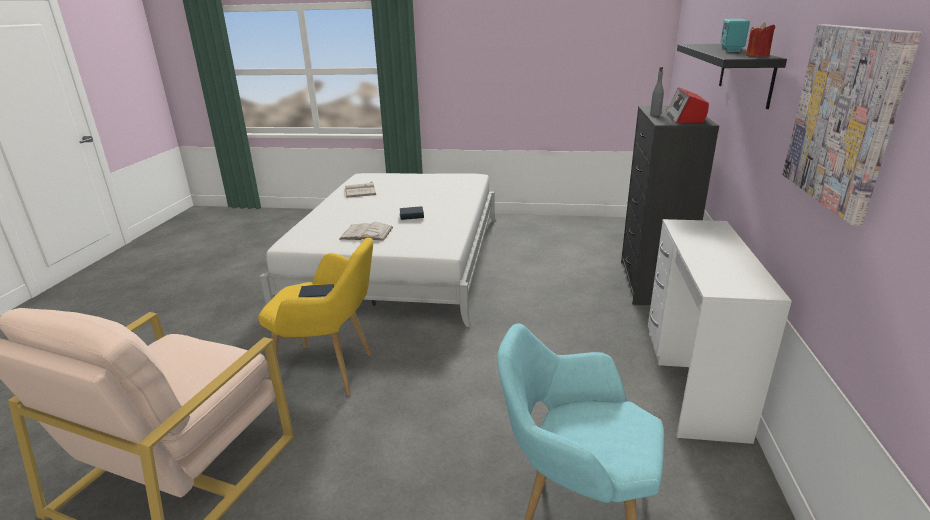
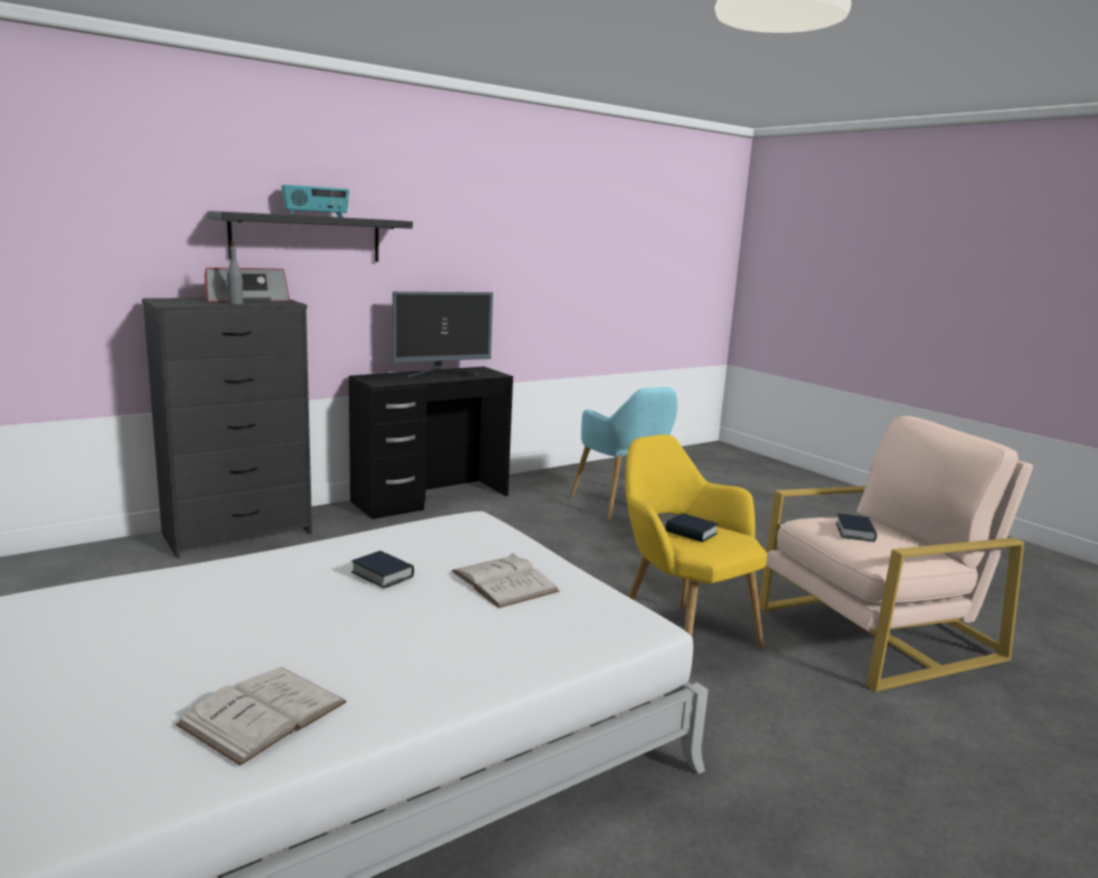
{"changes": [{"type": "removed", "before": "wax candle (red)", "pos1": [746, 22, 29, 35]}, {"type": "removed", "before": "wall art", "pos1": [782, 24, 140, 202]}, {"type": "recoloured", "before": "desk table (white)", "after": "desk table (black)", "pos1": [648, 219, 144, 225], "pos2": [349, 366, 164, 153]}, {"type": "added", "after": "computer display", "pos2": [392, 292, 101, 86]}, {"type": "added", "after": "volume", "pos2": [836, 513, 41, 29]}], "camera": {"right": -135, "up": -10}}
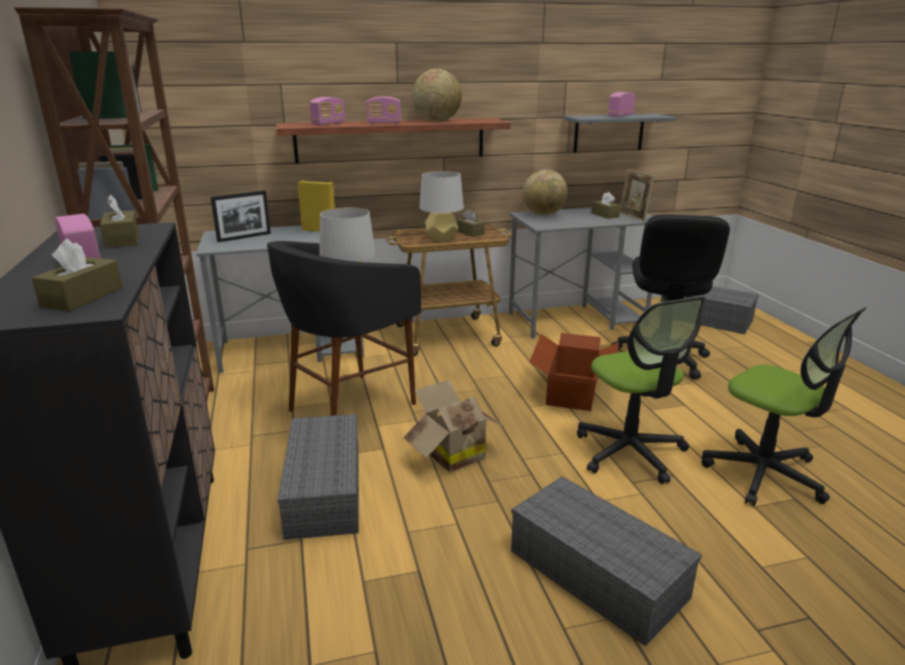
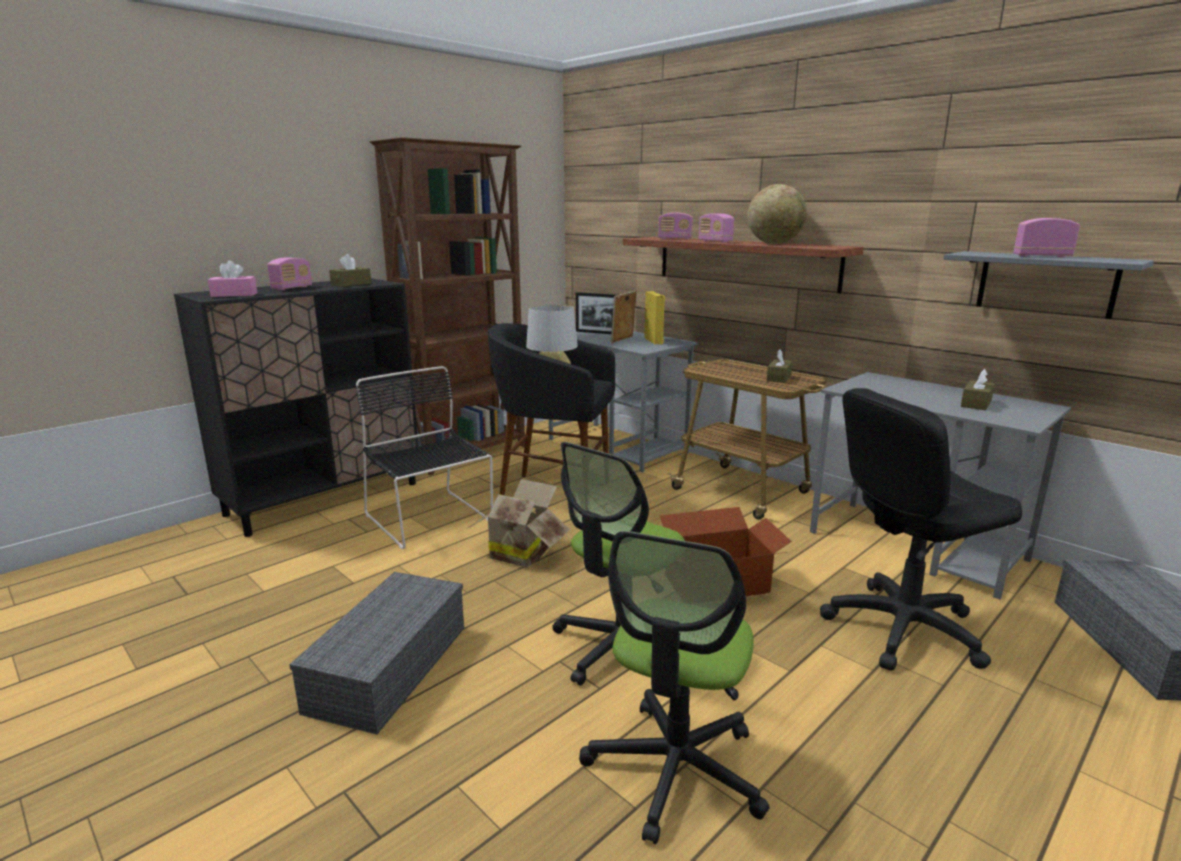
{"changes": [{"type": "removed", "before": "globe", "pos1": [523, 169, 45, 46]}, {"type": "moved", "before": "standing frame", "pos1": [620, 169, 34, 52], "pos2": [611, 291, 26, 52]}, {"type": "removed", "before": "lamp for a table (greyish)", "pos1": [419, 171, 45, 71]}, {"type": "recoloured", "before": "tissue box (brownish)", "after": "tissue box (pink)", "pos1": [32, 239, 91, 72], "pos2": [208, 261, 49, 36]}, {"type": "replaced", "before": "storage container (greyish)", "after": "upright chair (black)", "pos1": [278, 414, 81, 126], "pos2": [356, 366, 137, 183]}], "camera": {"right": 60, "up": -5}}
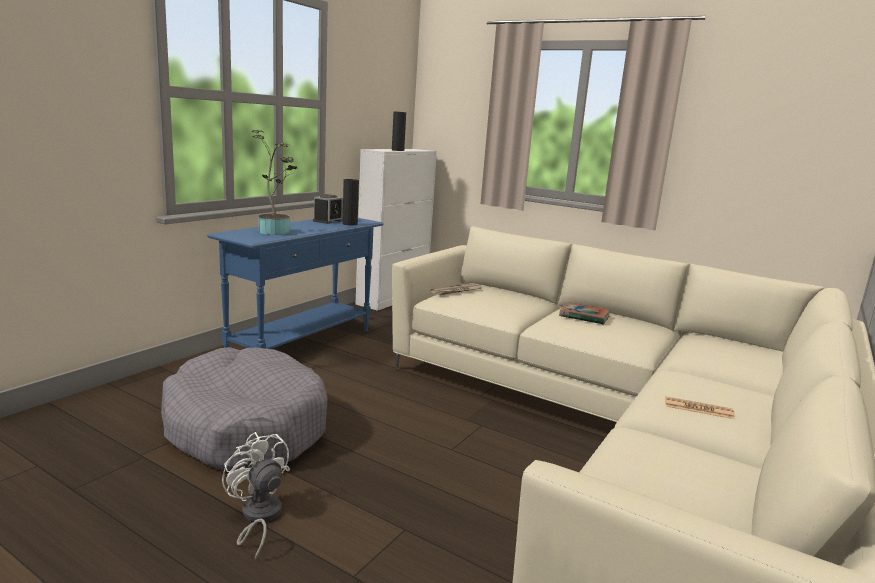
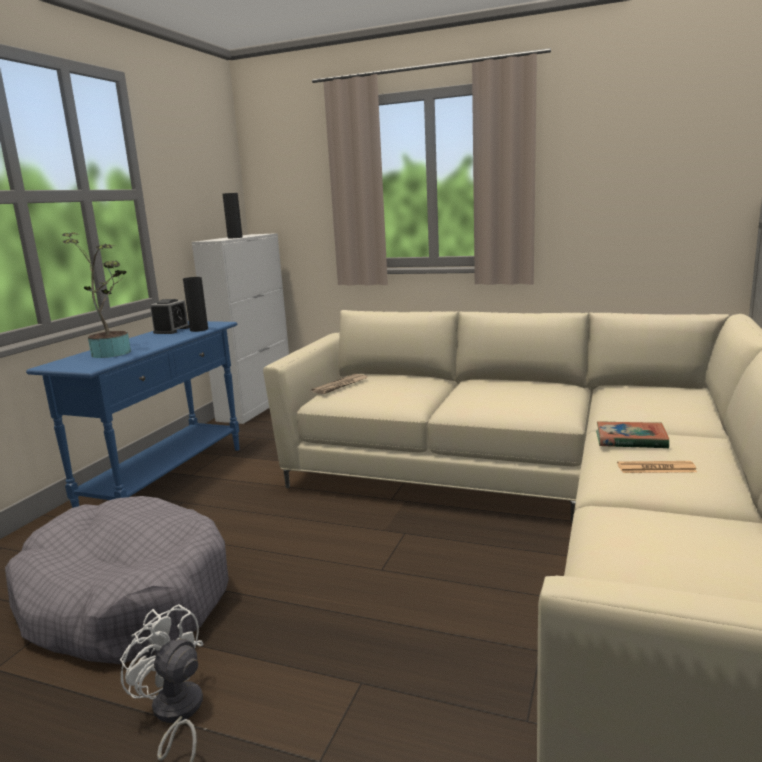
{"changes": [{"type": "moved", "before": "volume", "pos1": [559, 302, 51, 22], "pos2": [596, 421, 73, 28]}], "camera": {"right": -10, "up": 0}}
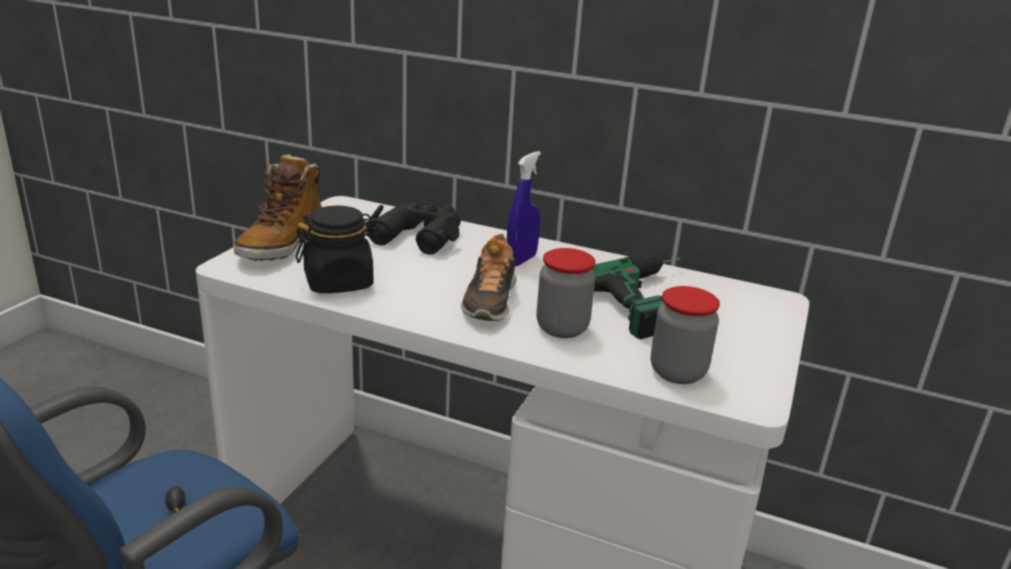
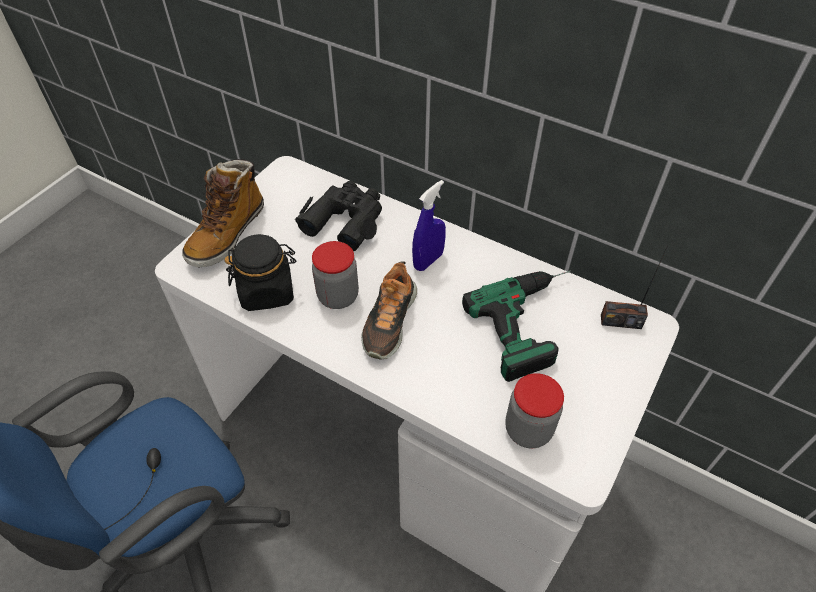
{"changes": [{"type": "moved", "before": "storage jar", "pos1": [536, 248, 60, 90], "pos2": [312, 241, 47, 68]}, {"type": "added", "after": "radio set", "pos2": [601, 247, 66, 82]}], "camera": {"right": 10, "up": 25}}
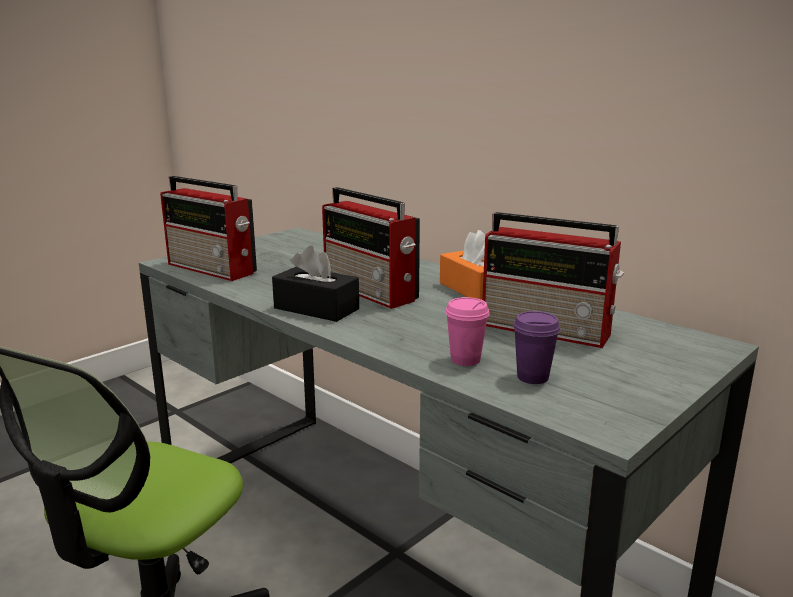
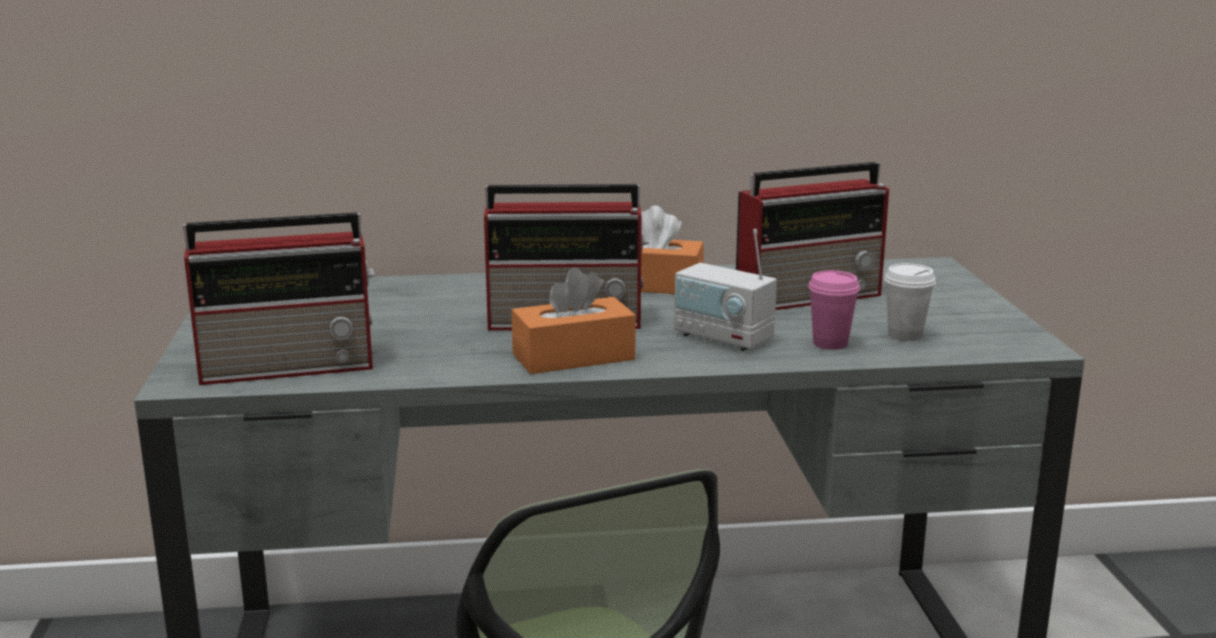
{"changes": [{"type": "recoloured", "before": "tissue box (black)", "after": "tissue box (orangey)", "pos1": [272, 246, 87, 76], "pos2": [512, 267, 124, 107]}, {"type": "recoloured", "before": "cup (purplish)", "after": "cup (white)", "pos1": [513, 311, 47, 73], "pos2": [884, 263, 52, 78]}, {"type": "added", "after": "radio set", "pos2": [674, 229, 103, 122]}], "camera": {"right": -50, "up": 0}}
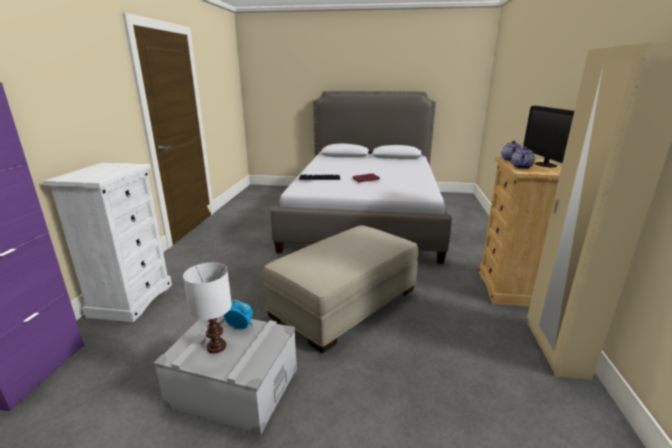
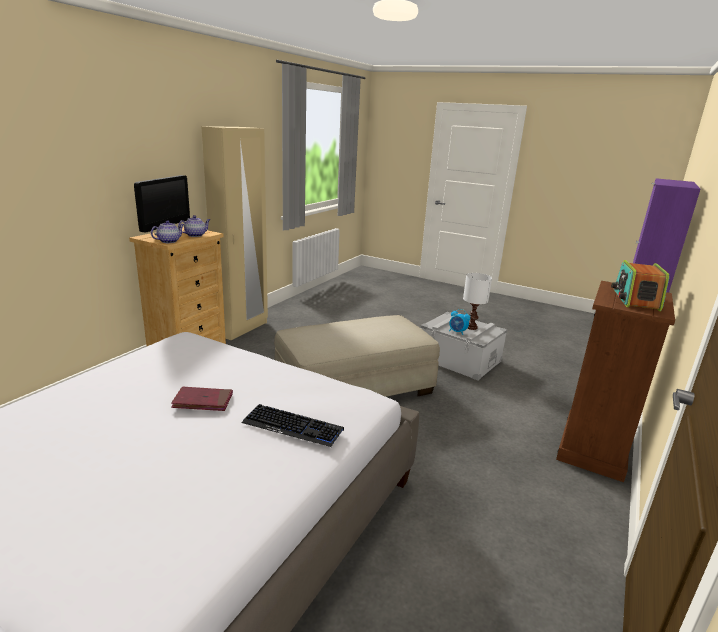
{"changes": [{"type": "recoloured", "before": "chest of drawers (white)", "after": "chest of drawers (brownish)", "pos1": [43, 162, 129, 160], "pos2": [556, 281, 119, 201]}, {"type": "added", "after": "radio set", "pos2": [611, 260, 58, 51]}], "camera": {"right": -160, "up": 0}}
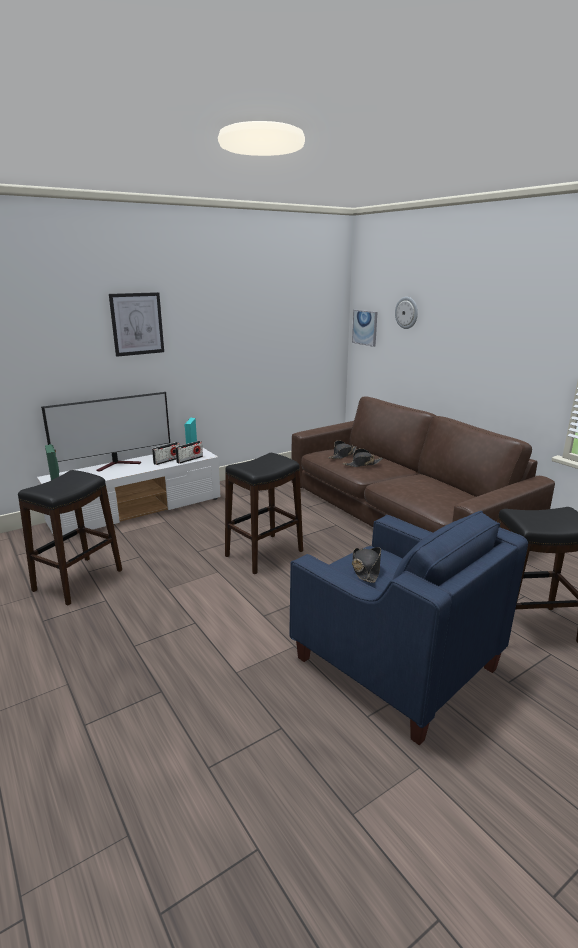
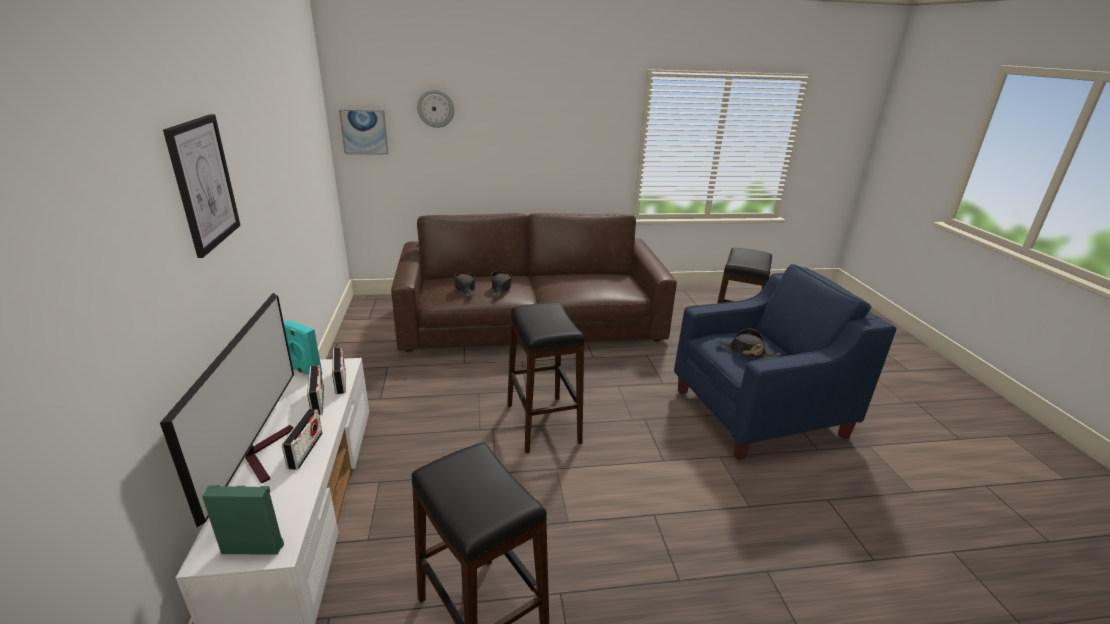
{"changes": [{"type": "added", "after": "radio set", "pos2": [282, 409, 41, 61]}], "camera": {"right": -65, "up": 5}}
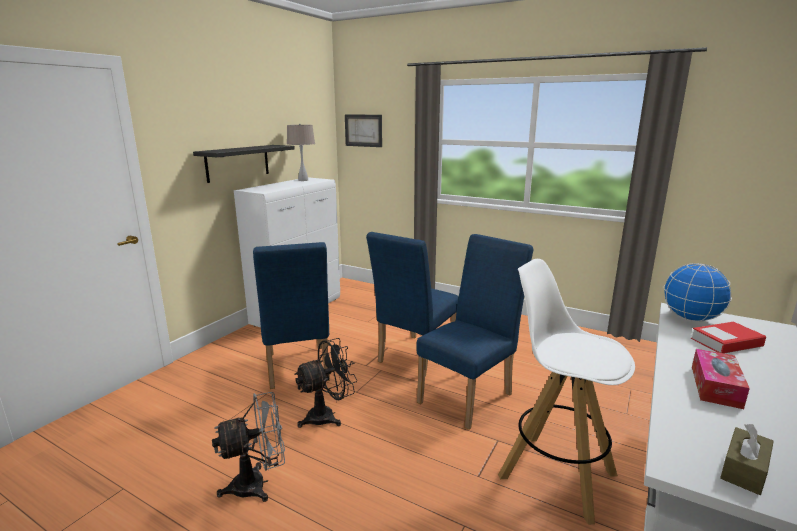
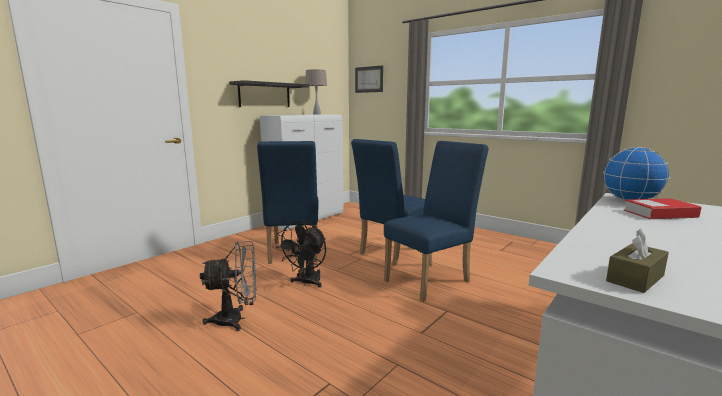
{"changes": [{"type": "removed", "before": "stool seat (white)", "pos1": [498, 259, 137, 266]}, {"type": "turned", "before": "fan (black)", "pos1": [295, 338, 63, 90], "pos2": [276, 221, 50, 67], "turn": 135}, {"type": "removed", "before": "tissue box", "pos1": [692, 349, 58, 60]}], "camera": {"right": 10, "up": -5}}
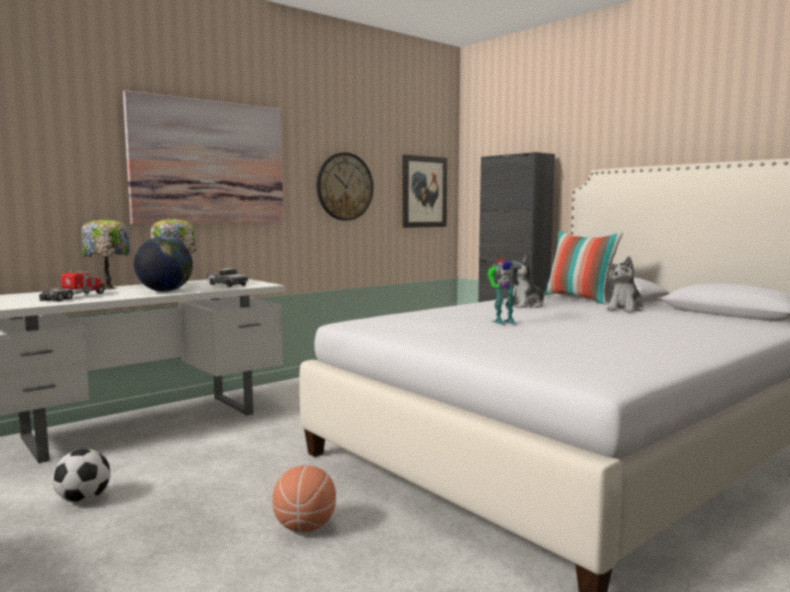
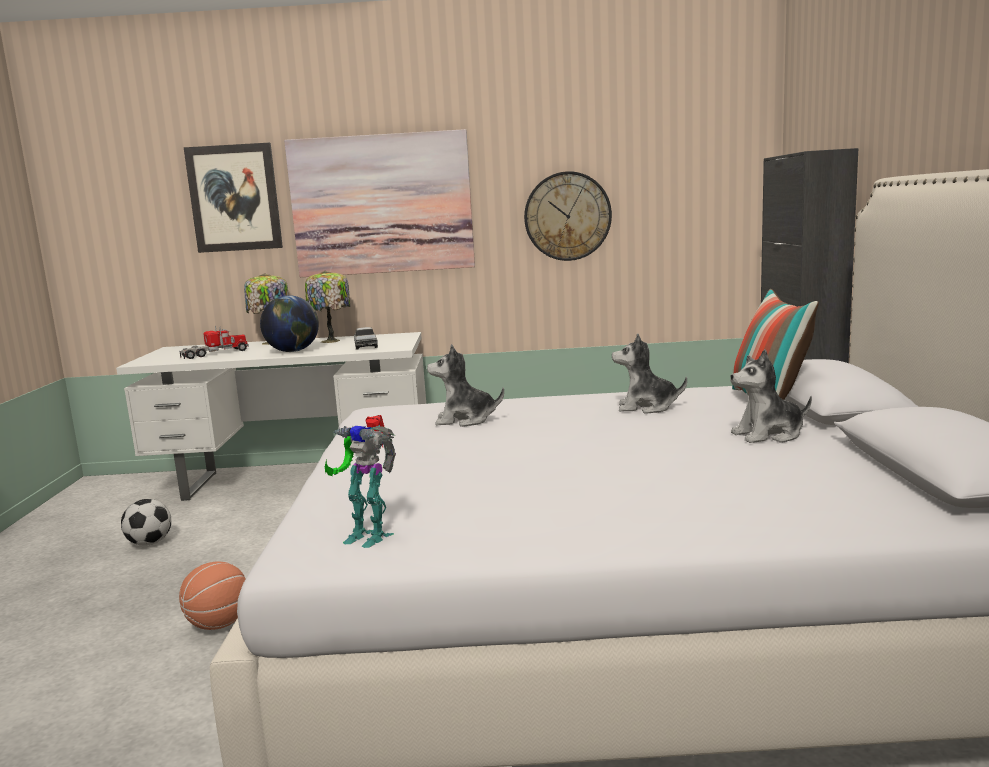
{"changes": [{"type": "moved", "before": "wall art", "pos1": [402, 155, 45, 73], "pos2": [183, 143, 100, 110]}, {"type": "moved", "before": "robot figure", "pos1": [487, 259, 34, 66], "pos2": [325, 415, 71, 133]}, {"type": "added", "after": "plush toy", "pos2": [427, 344, 77, 83]}], "camera": {"right": 40, "up": 5}}
